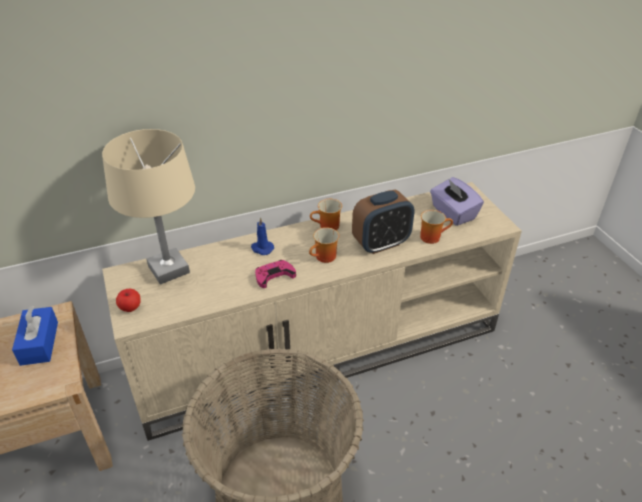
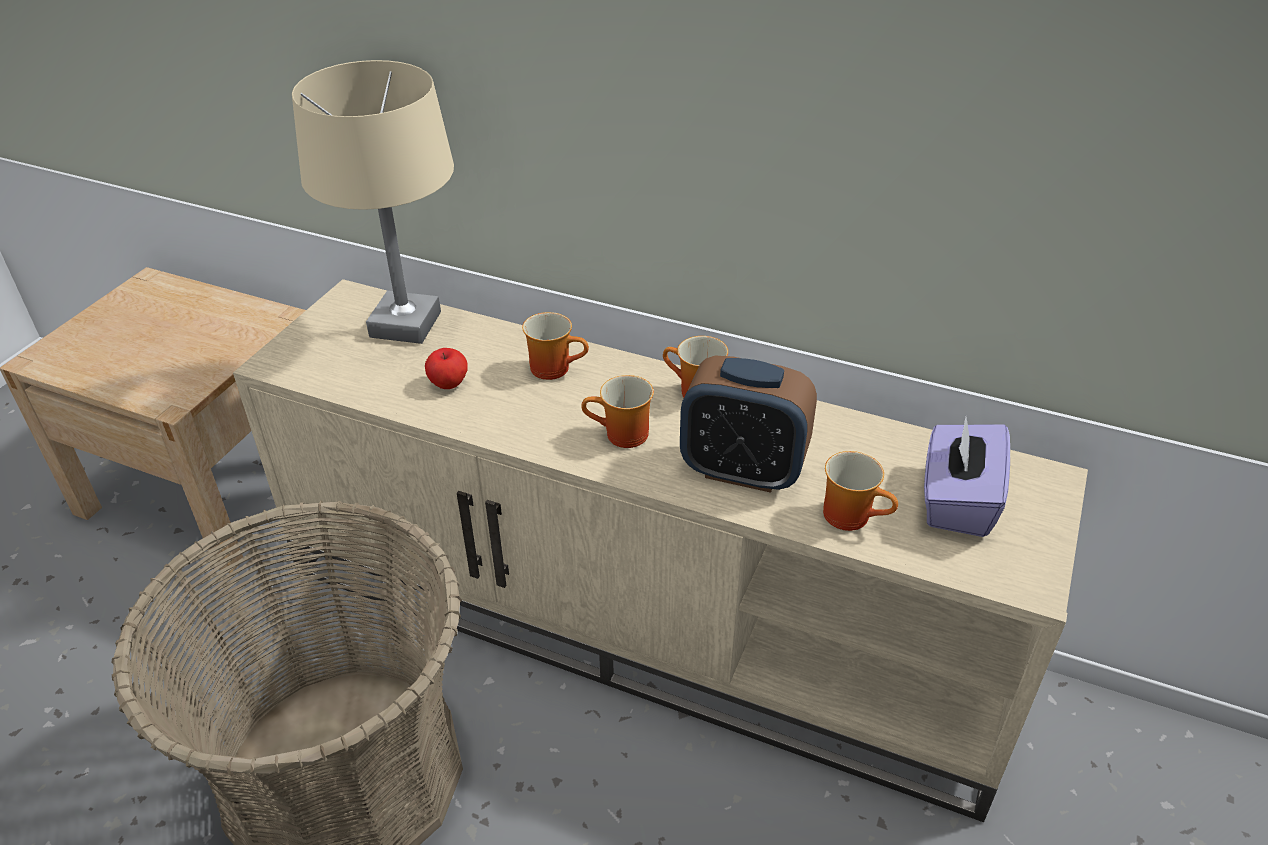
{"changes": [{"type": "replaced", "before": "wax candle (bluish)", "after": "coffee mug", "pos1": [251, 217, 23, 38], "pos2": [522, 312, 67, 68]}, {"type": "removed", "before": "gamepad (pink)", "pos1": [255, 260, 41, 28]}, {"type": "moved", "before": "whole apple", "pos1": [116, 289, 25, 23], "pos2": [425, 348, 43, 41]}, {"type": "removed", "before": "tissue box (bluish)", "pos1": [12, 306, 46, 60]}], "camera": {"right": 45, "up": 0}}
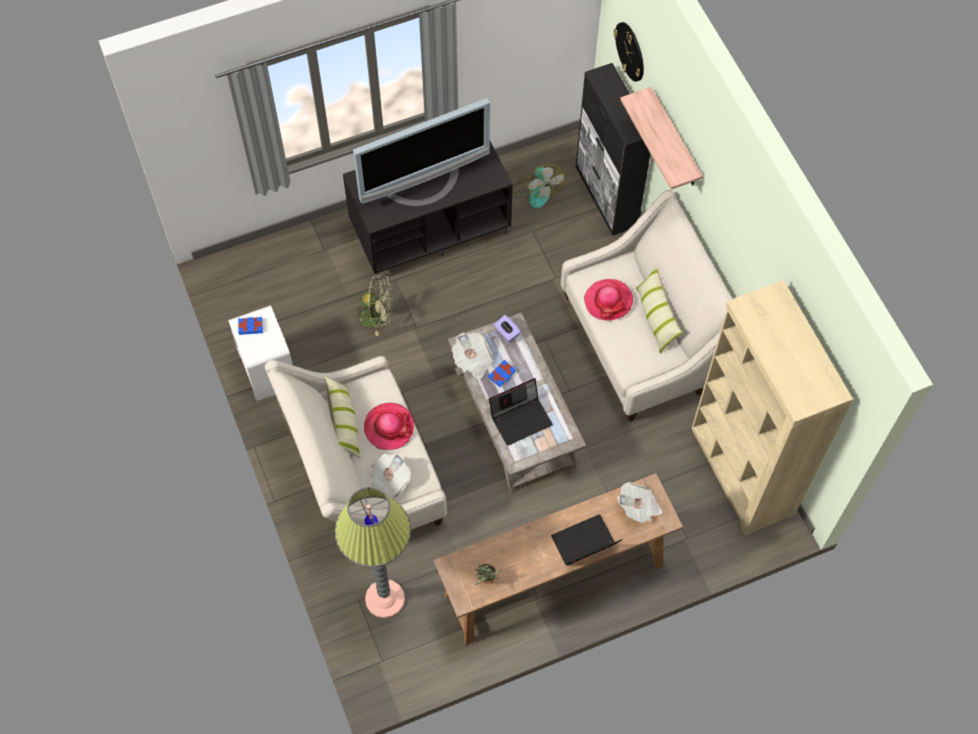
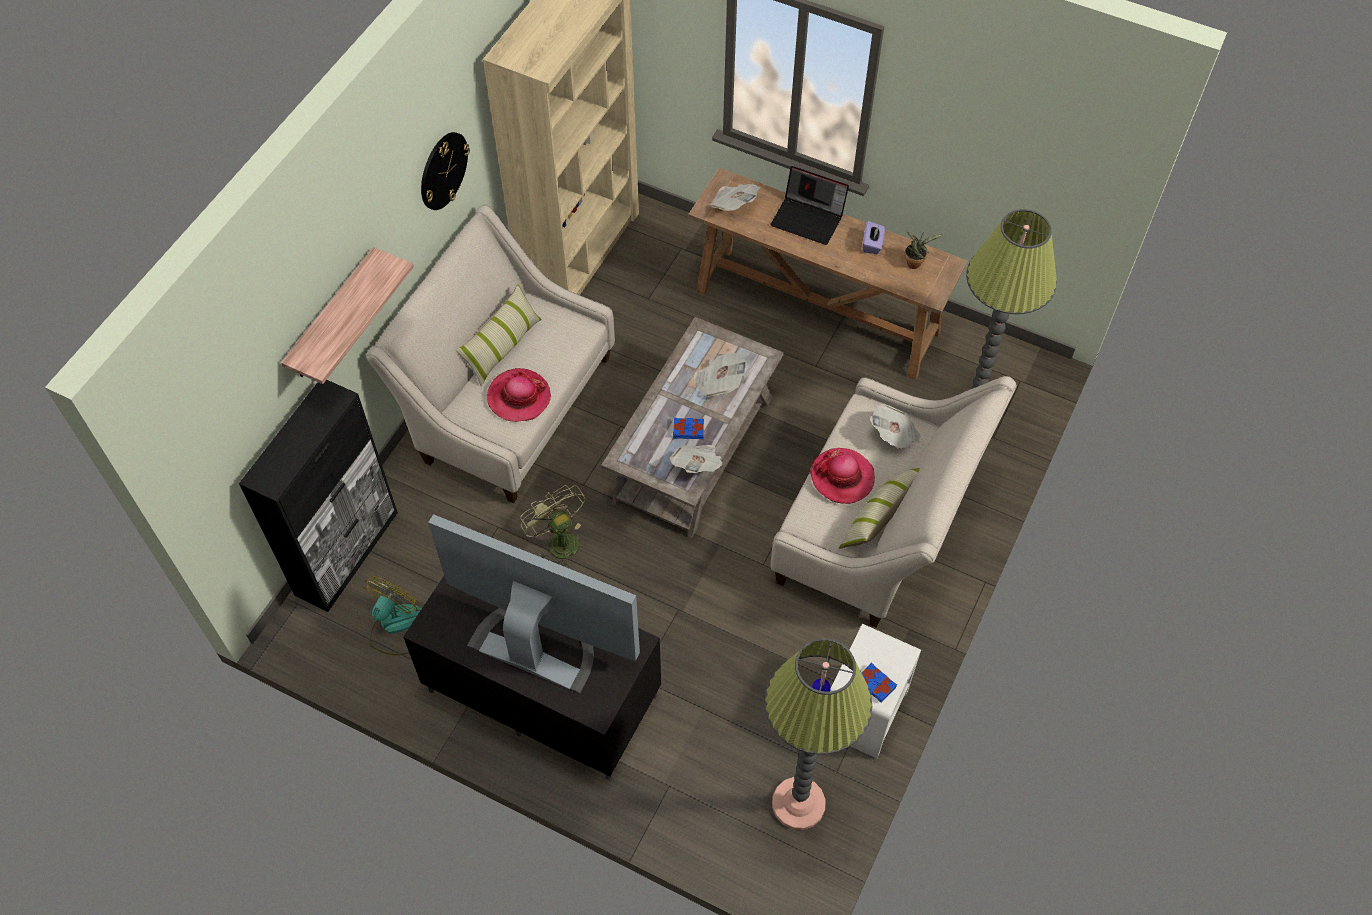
{"changes": [{"type": "moved", "before": "hanging clock", "pos1": [613, 22, 31, 60], "pos2": [421, 132, 49, 78]}, {"type": "moved", "before": "fan (green)", "pos1": [354, 275, 39, 61], "pos2": [520, 485, 65, 83]}, {"type": "moved", "before": "tissue box (purplish)", "pos1": [494, 315, 27, 28], "pos2": [863, 221, 22, 33]}, {"type": "replaced", "before": "portable computer", "after": "daily paper", "pos1": [489, 378, 64, 68], "pos2": [693, 353, 55, 44]}, {"type": "added", "after": "standing lamp", "pos2": [765, 638, 107, 192]}], "camera": {"right": -130, "up": -5}}
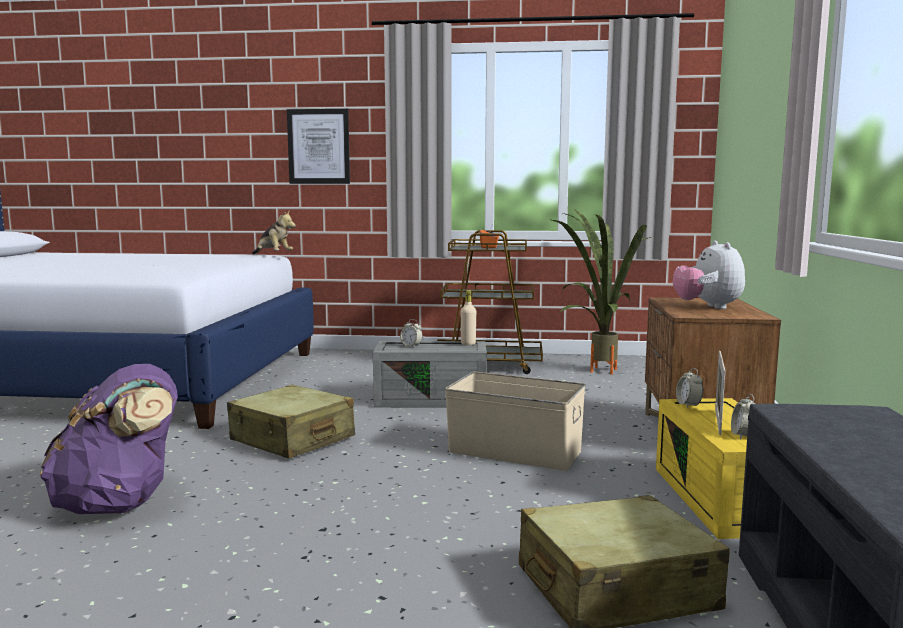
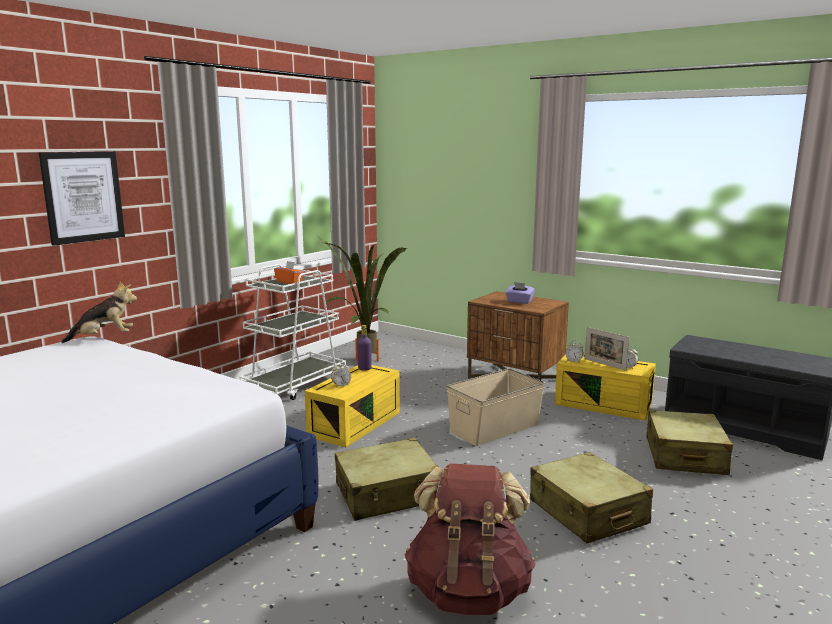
{"changes": [{"type": "recoloured", "before": "cart (brownish)", "after": "cart (white)", "pos1": [437, 230, 106, 144], "pos2": [239, 264, 107, 136]}, {"type": "replaced", "before": "plush toy", "after": "tissue box (purplish)", "pos1": [672, 241, 73, 68], "pos2": [505, 282, 30, 22]}, {"type": "recoloured", "before": "drink bottle (beige)", "after": "drink bottle (purplish)", "pos1": [461, 290, 15, 55], "pos2": [357, 325, 15, 46]}, {"type": "recoloured", "before": "storage container (greyish)", "after": "storage container (yellow-coloured)", "pos1": [373, 341, 114, 67], "pos2": [305, 365, 95, 83]}, {"type": "recoloured", "before": "knapsack (purplish)", "after": "knapsack (brownish)", "pos1": [39, 364, 139, 150], "pos2": [404, 463, 131, 152]}, {"type": "added", "after": "travel case (beige)", "pos2": [530, 452, 123, 92]}], "camera": {"right": -60, "up": 5}}
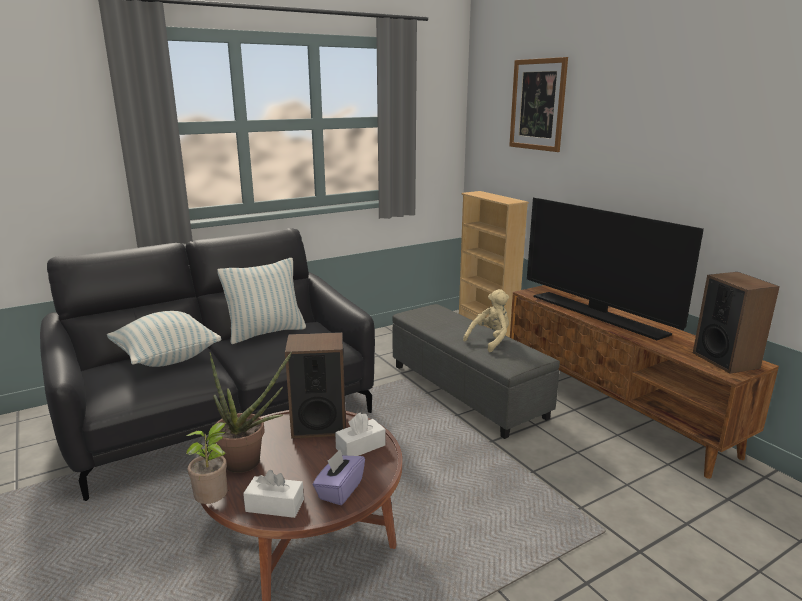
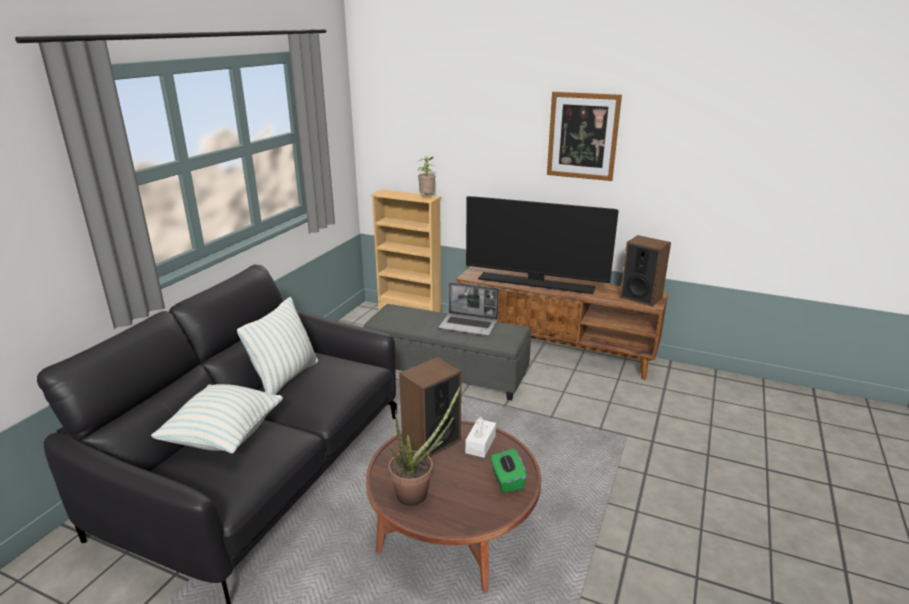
{"changes": [{"type": "moved", "before": "wall art", "pos1": [509, 57, 59, 95], "pos2": [547, 92, 75, 89]}, {"type": "replaced", "before": "plush toy (beige)", "after": "portable computer", "pos1": [463, 289, 46, 63], "pos2": [438, 282, 61, 54]}, {"type": "moved", "before": "houseplant", "pos1": [186, 422, 41, 82], "pos2": [418, 156, 17, 38]}, {"type": "recoloured", "before": "tissue box (purplish)", "after": "tissue box (green)", "pos1": [313, 449, 52, 56], "pos2": [491, 448, 36, 45]}, {"type": "removed", "before": "tissue box (white)", "pos1": [243, 470, 61, 48]}], "camera": {"right": -35, "up": 5}}
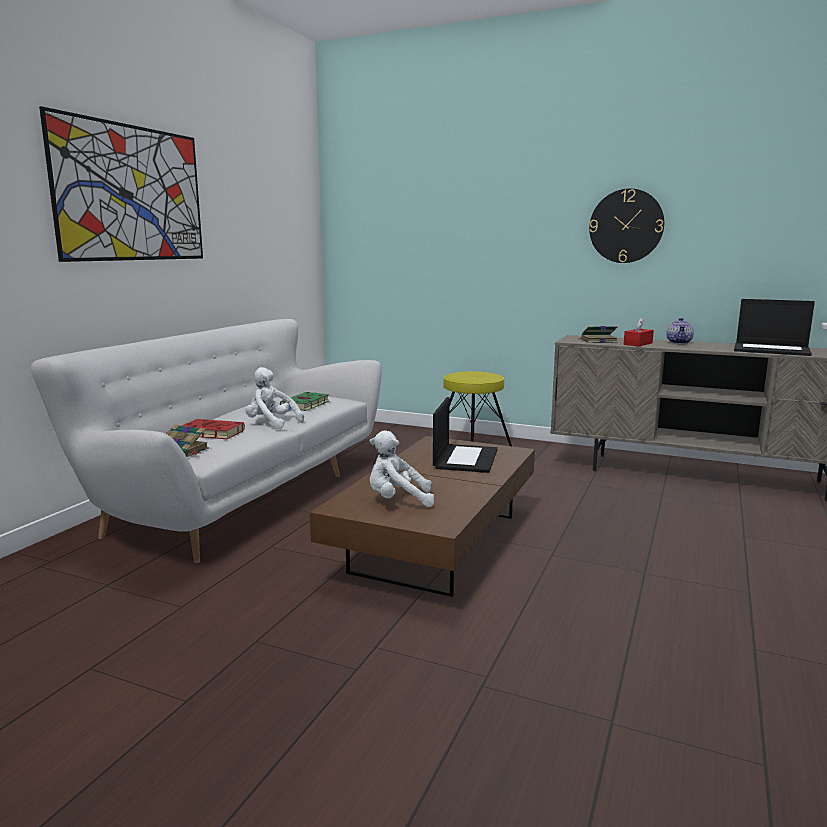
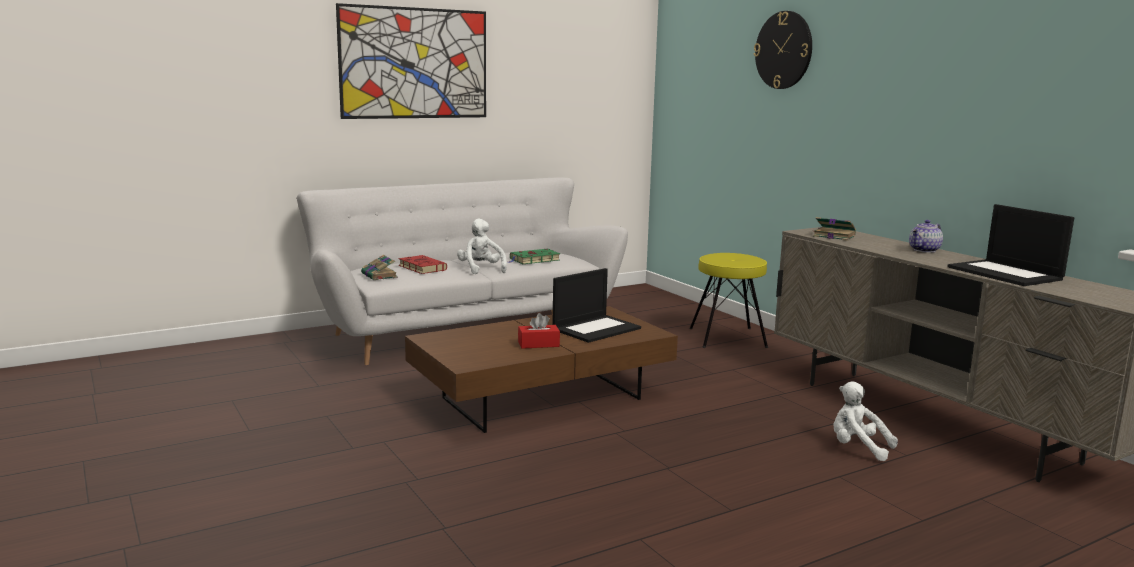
{"changes": [{"type": "moved", "before": "hanging clock", "pos1": [589, 188, 75, 75], "pos2": [754, 11, 58, 78]}, {"type": "moved", "before": "tissue box (red)", "pos1": [624, 317, 30, 29], "pos2": [518, 313, 42, 36]}, {"type": "moved", "before": "plush toy (white)", "pos1": [369, 431, 65, 76], "pos2": [834, 381, 64, 80]}], "camera": {"right": 35, "up": 0}}
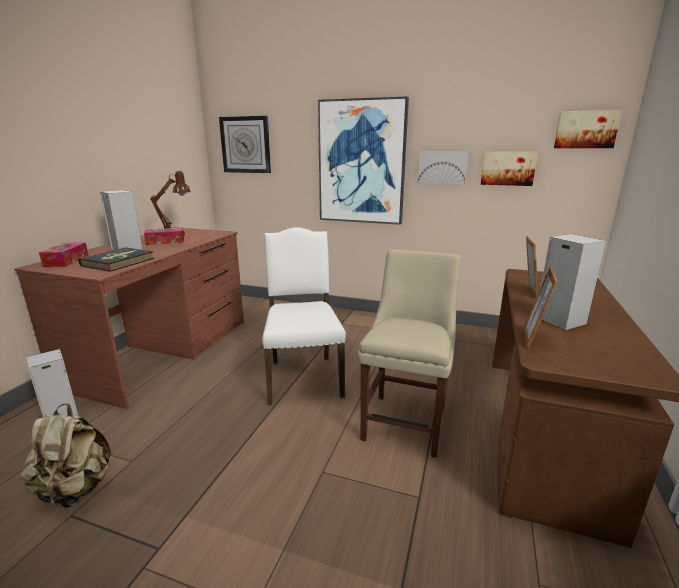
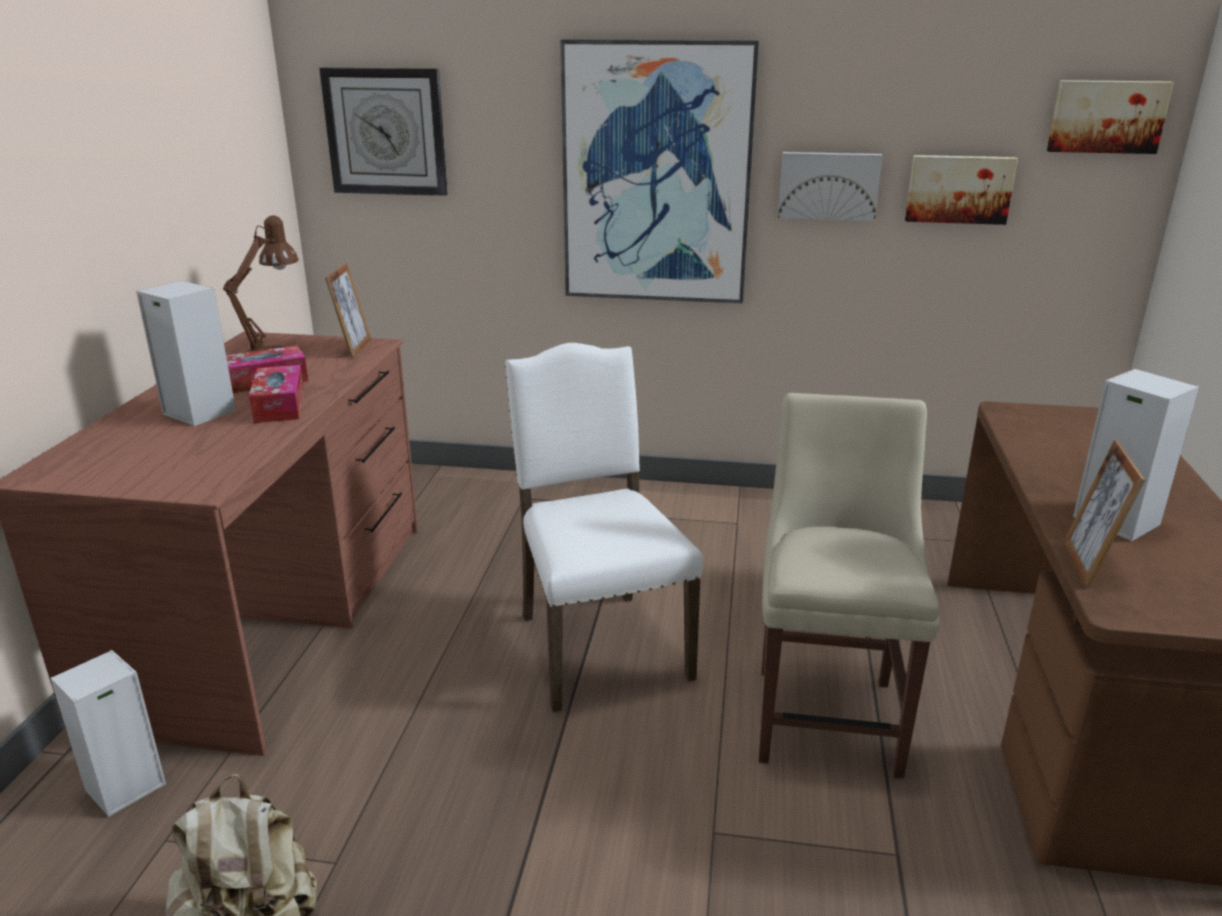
{"changes": [{"type": "moved", "before": "standing frame", "pos1": [526, 236, 12, 62], "pos2": [325, 263, 46, 95]}, {"type": "moved", "before": "tissue box", "pos1": [39, 242, 50, 25], "pos2": [249, 365, 55, 58]}, {"type": "removed", "before": "volume", "pos1": [79, 247, 76, 25]}], "camera": {"right": -10, "up": 5}}
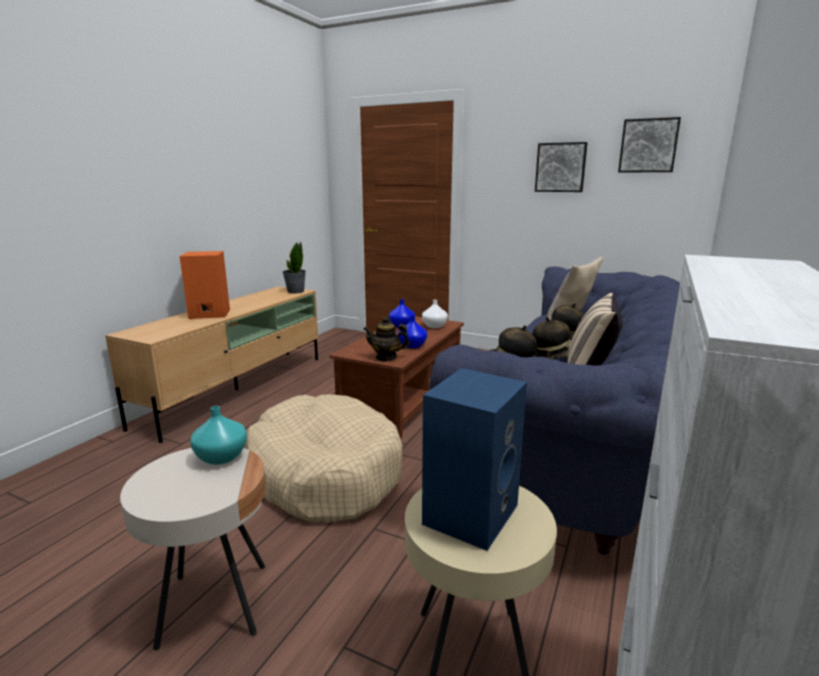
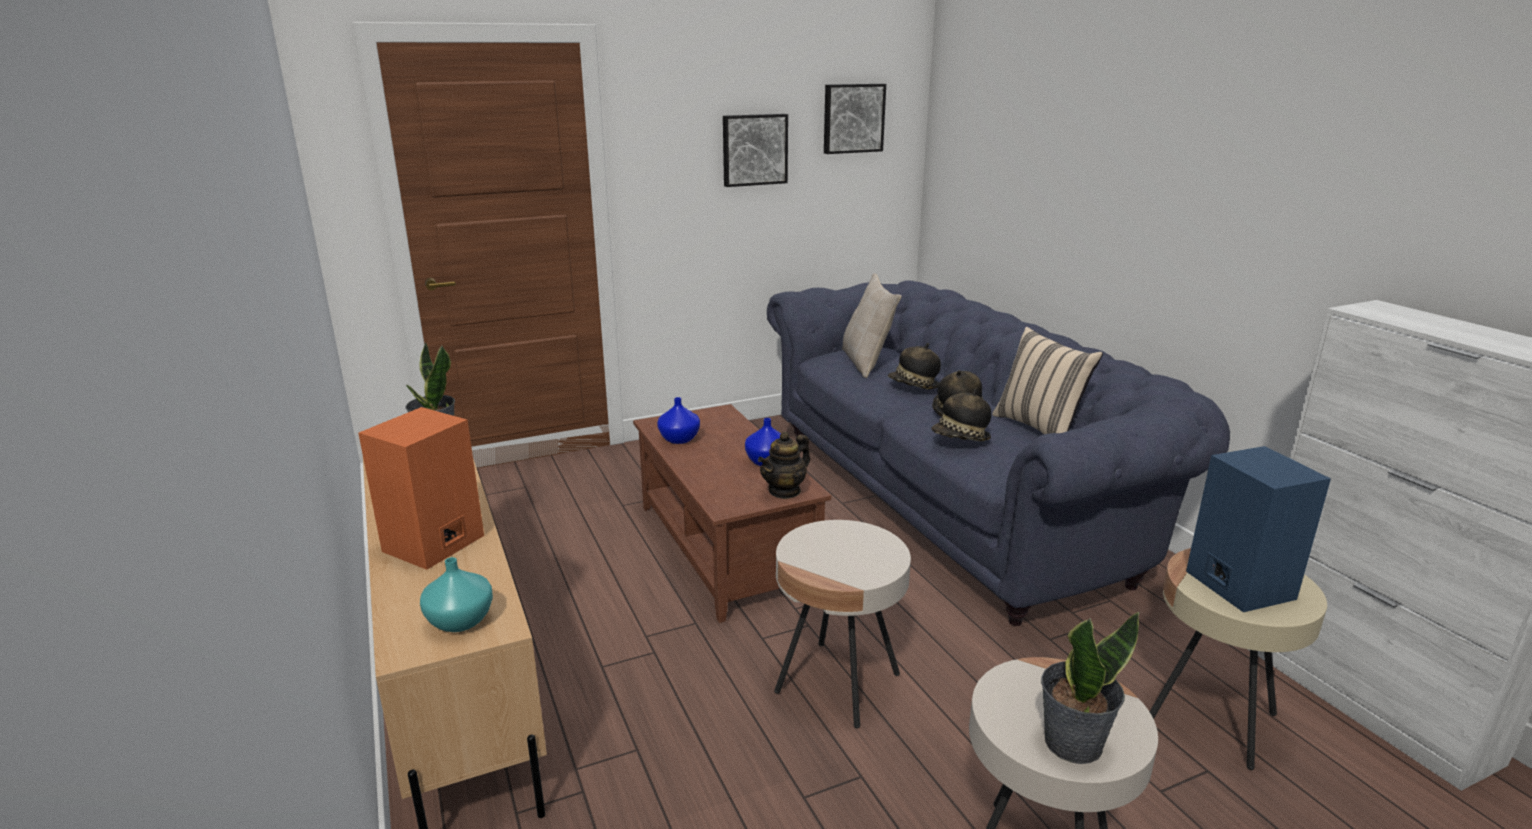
{"changes": [{"type": "removed", "before": "vase (white)", "pos1": [422, 300, 26, 28]}, {"type": "replaced", "before": "pet bed (beige)", "after": "side table (beige)", "pos1": [246, 394, 156, 129], "pos2": [774, 520, 137, 208]}, {"type": "moved", "before": "vase (turquoise)", "pos1": [190, 406, 57, 59], "pos2": [420, 557, 73, 75]}, {"type": "added", "after": "houseplant", "pos2": [1041, 612, 98, 152]}], "camera": {"right": -50, "up": 5}}
